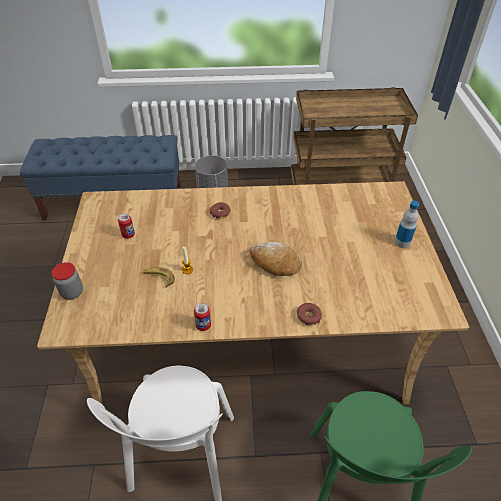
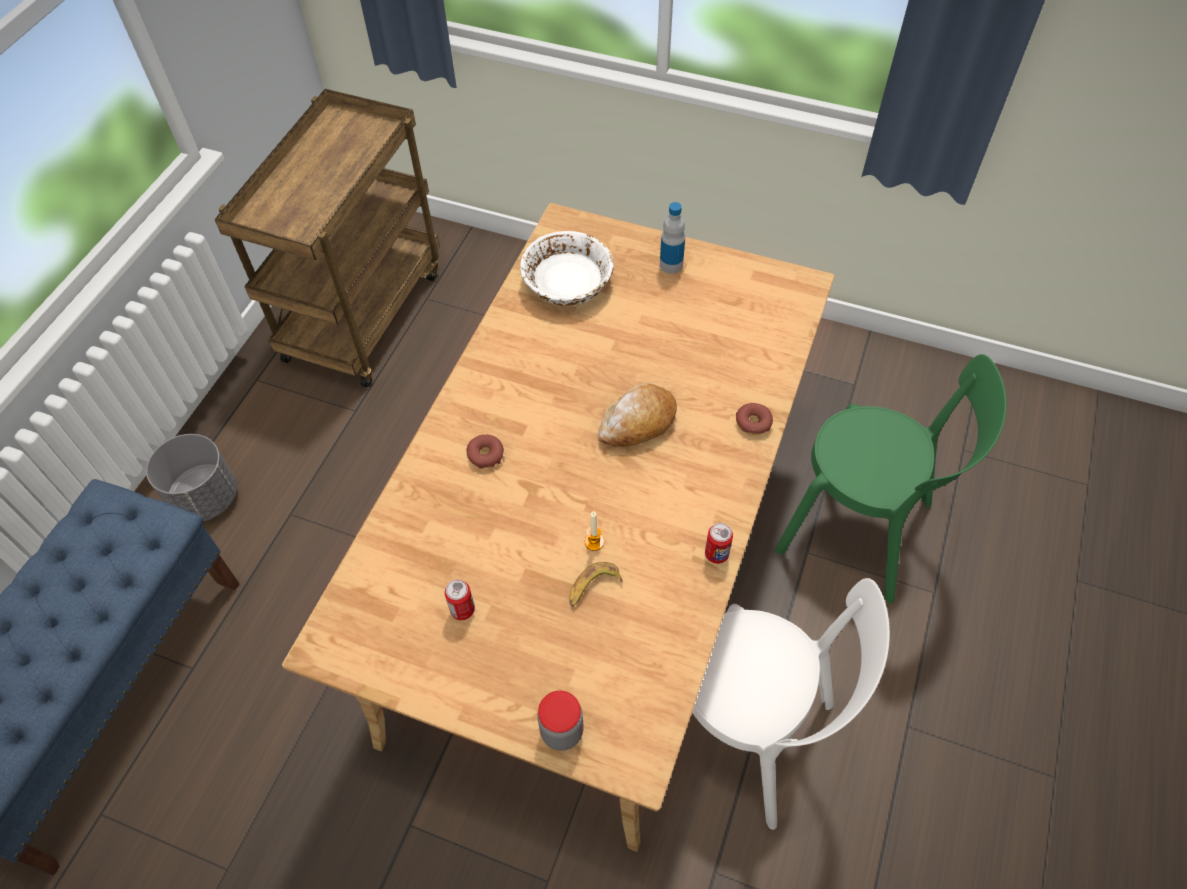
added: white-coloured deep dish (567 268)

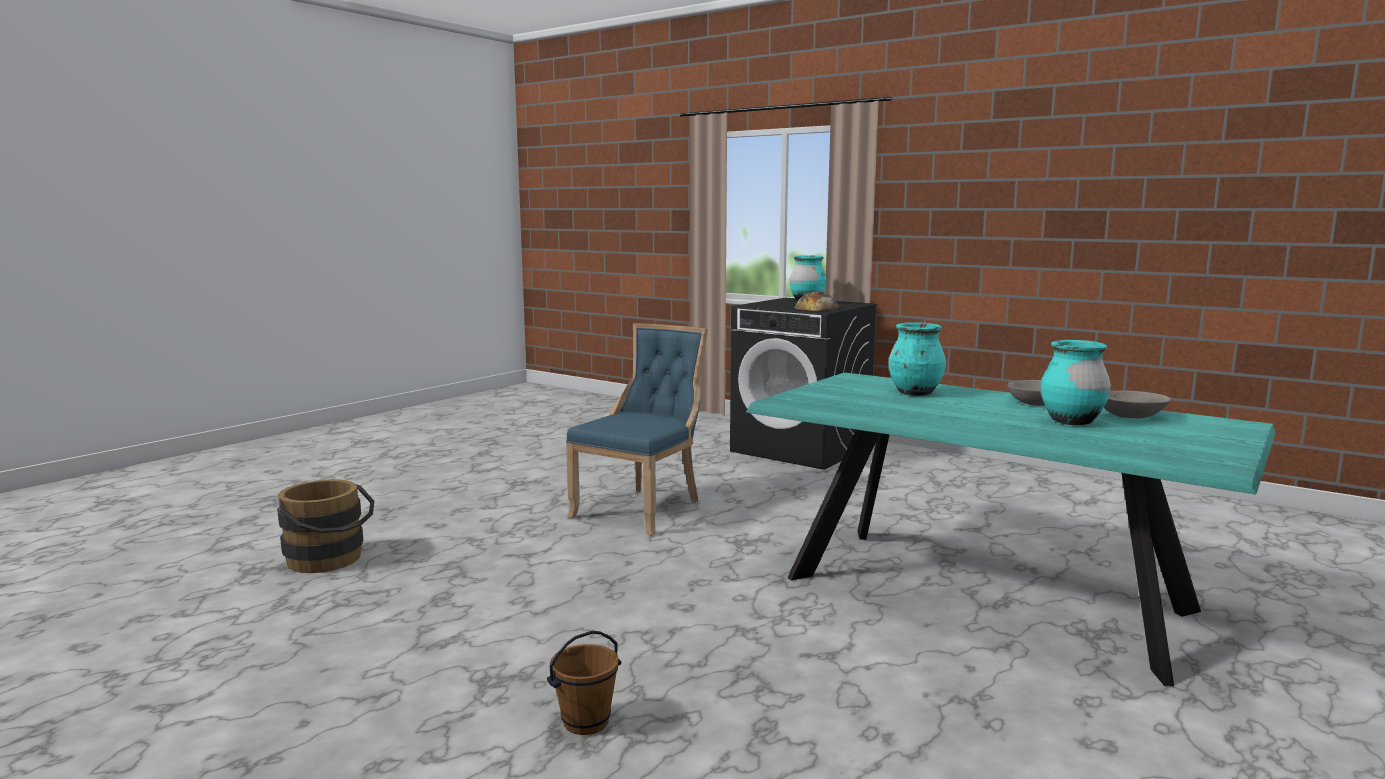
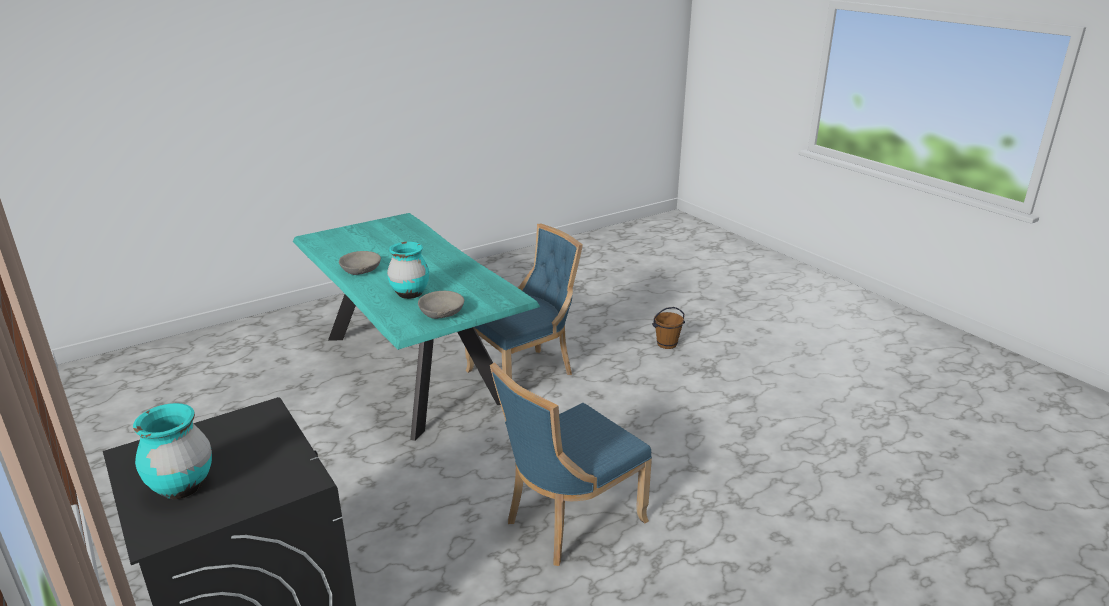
removed: brownish water bucket (325 526); bread (817 301); turquoise-coloured decorative vase (1076 382)
added: blue plain chair (524 301)
moved: grey deep dish (1137 404) to (441 305)

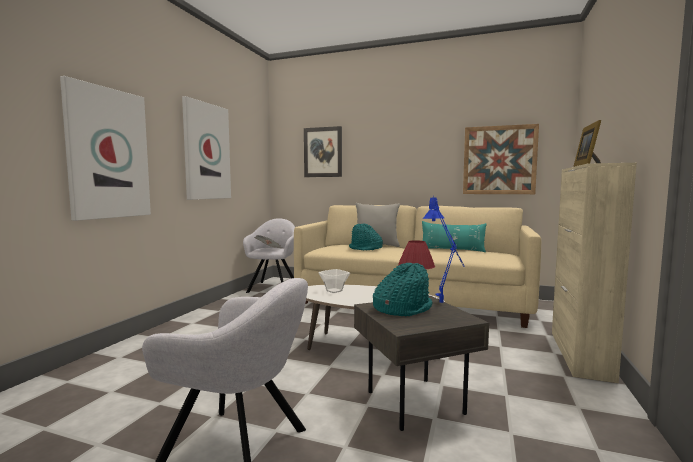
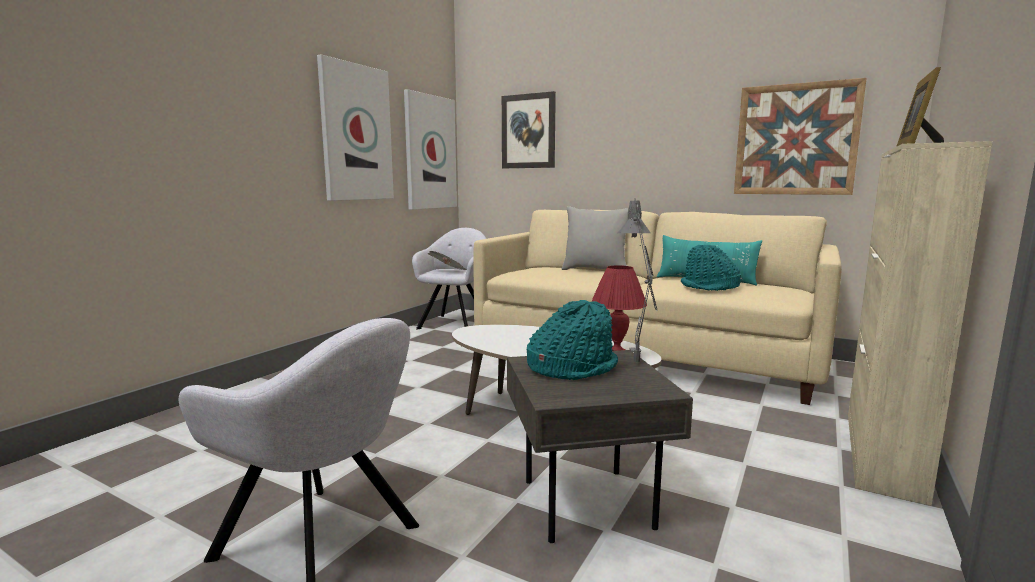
removed: deep dish (334 281)
moved: wall picture (105 148) to (430 149); turquoise-coloured wearable hat (366 237) to (711 268)
recoloured: blue tabletop lamp (444 249) to grey tabletop lamp (637 280)

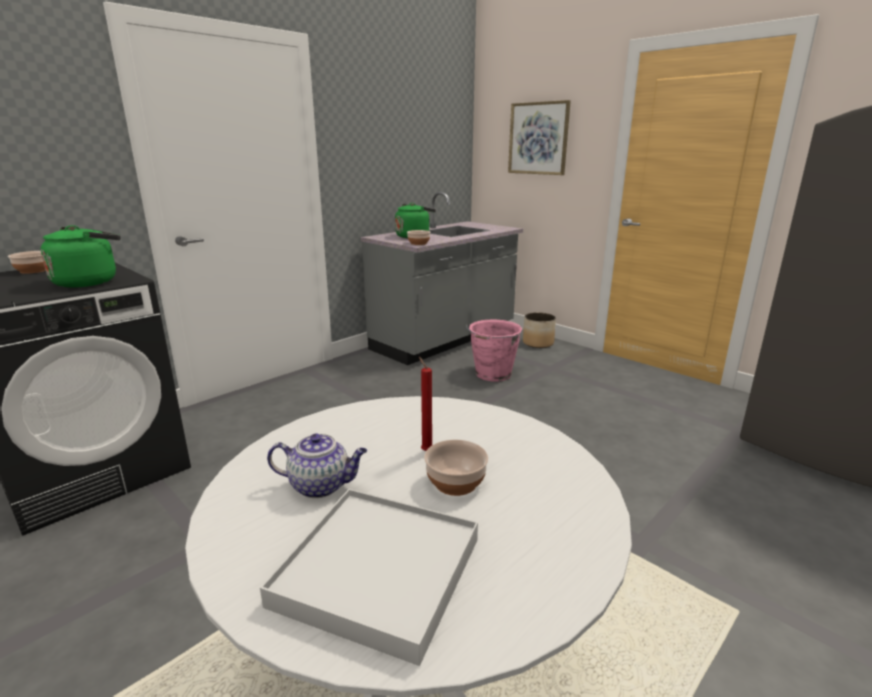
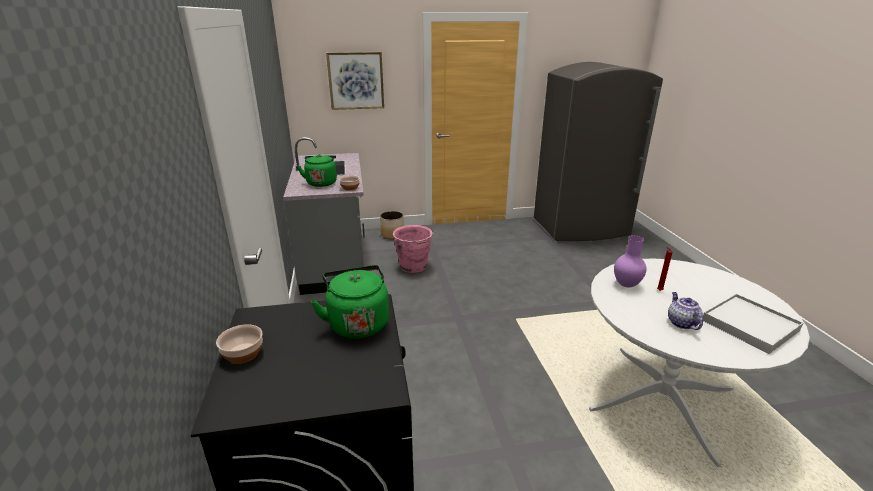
removed: deep dish (456 468)
added: purplish decorative vase (630 261)
turned: tea pot (317 466) = (685 311) 45 degrees counterclockwise

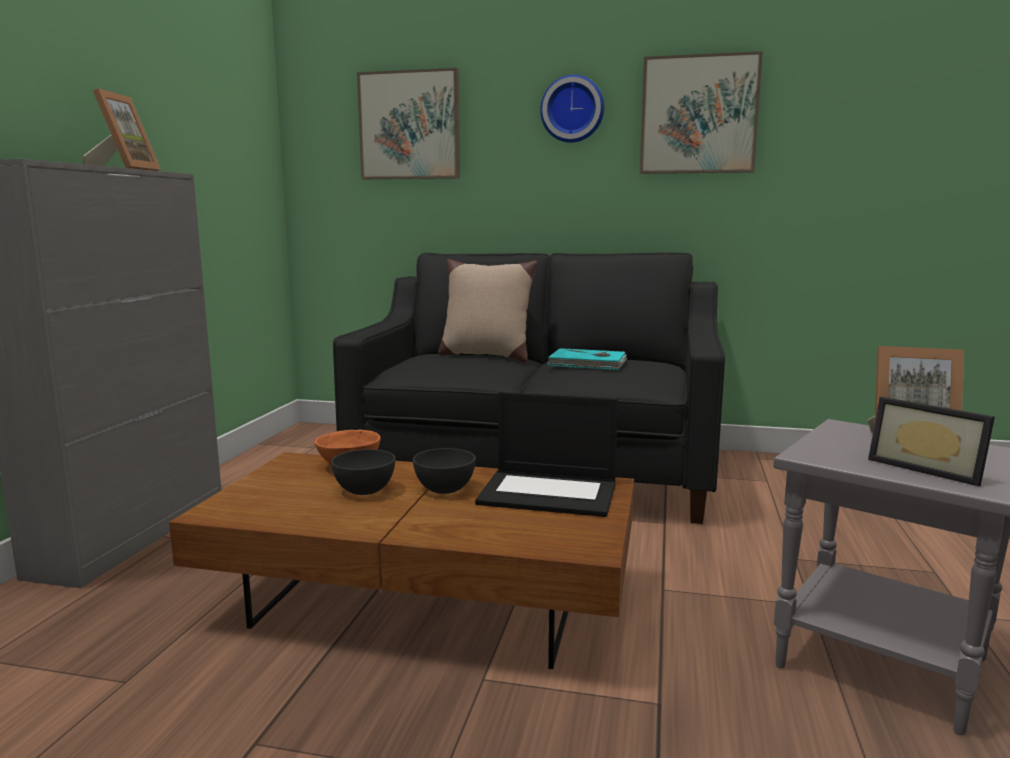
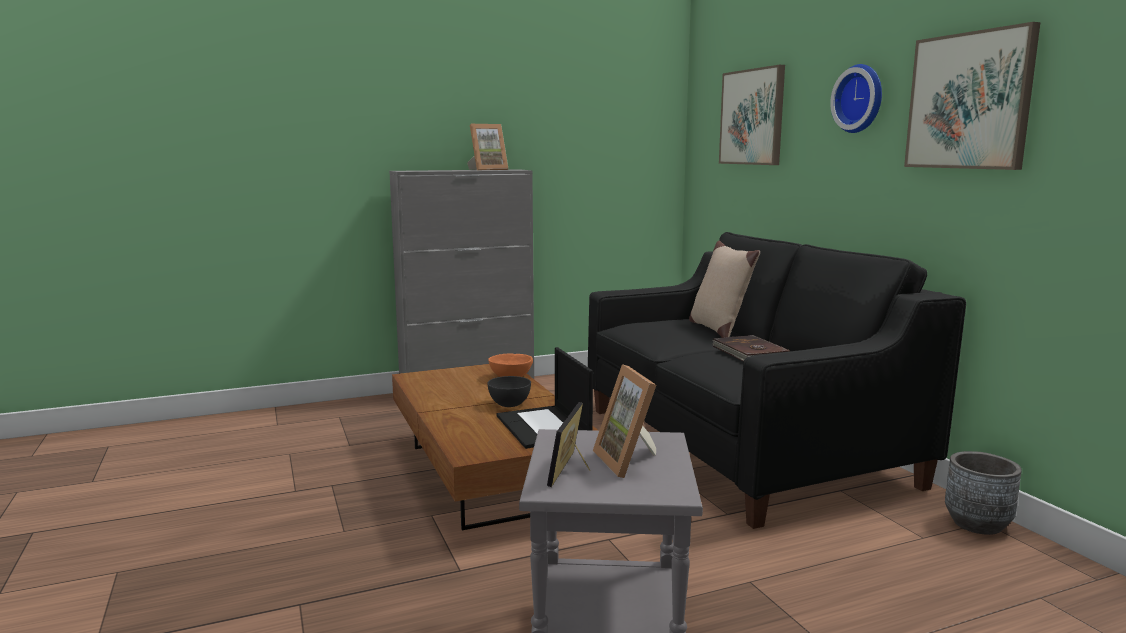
removed: grey deep dish (363 472)
added: grey planter (983 493)
recoloured: turquoise-coloured volume (587 359) to brownish volume (751 348)

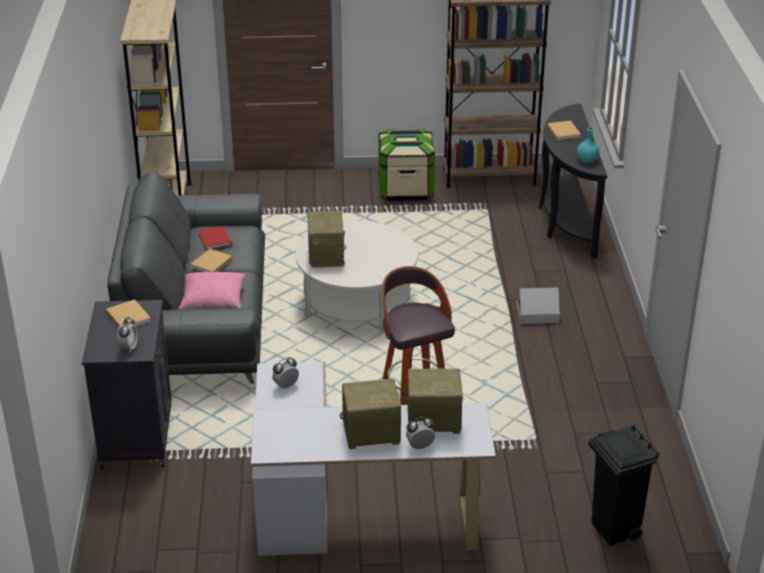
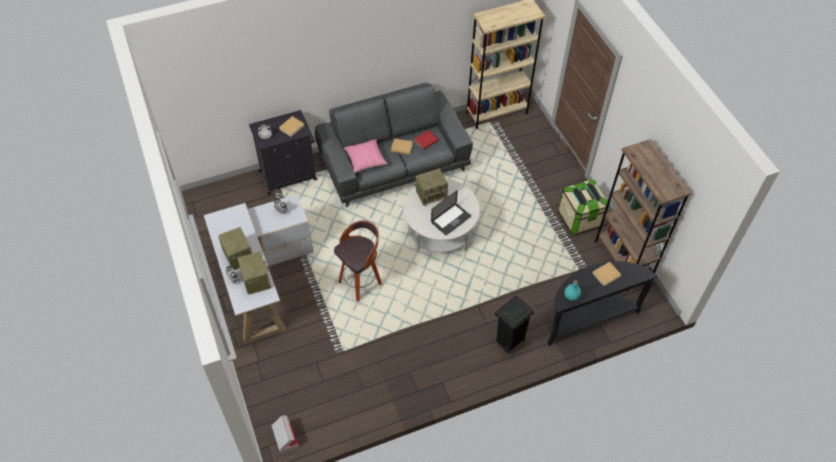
added: notebook computer (451 212)
moved: packing box (538 305) to (285 434); blackish trash can (624 485) to (515 325)

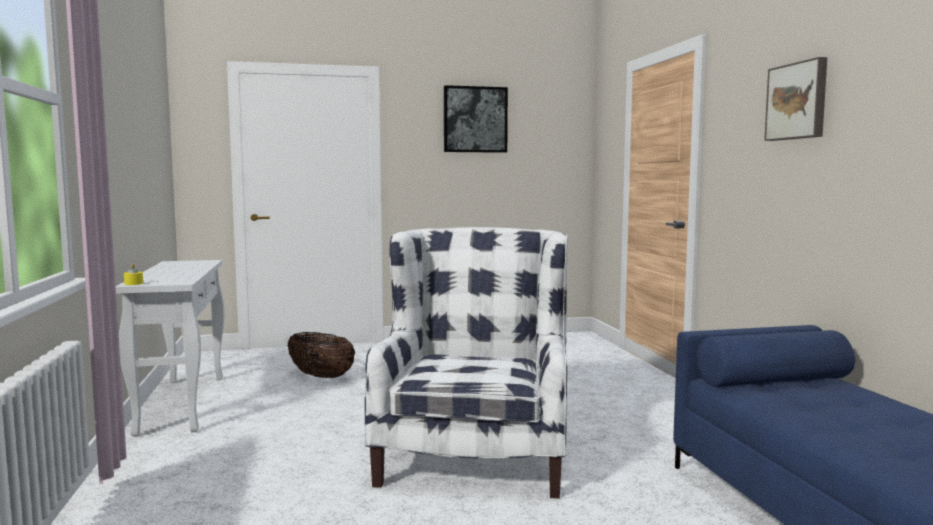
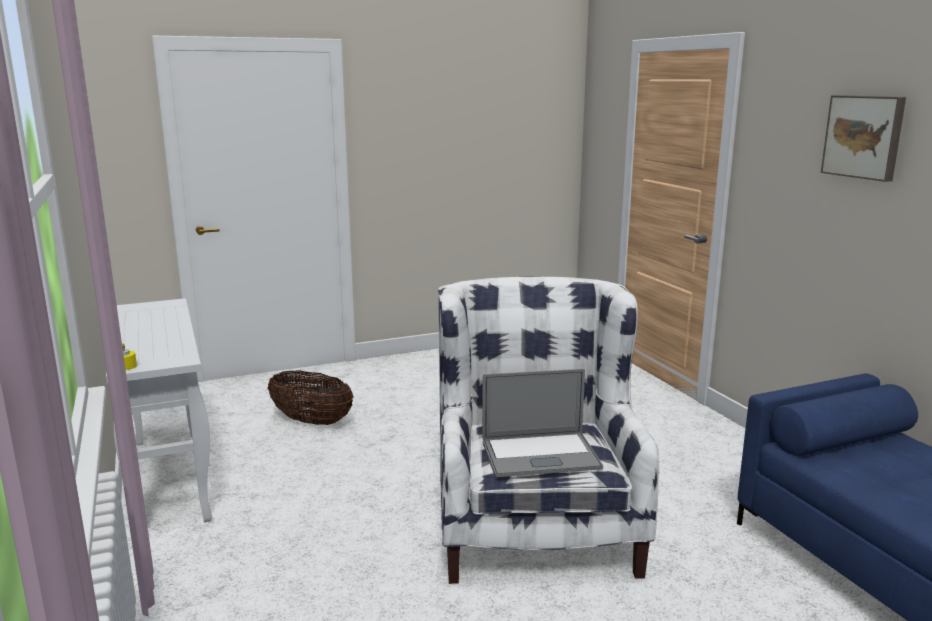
removed: wall picture (476 119)
added: notebook computer (542 423)

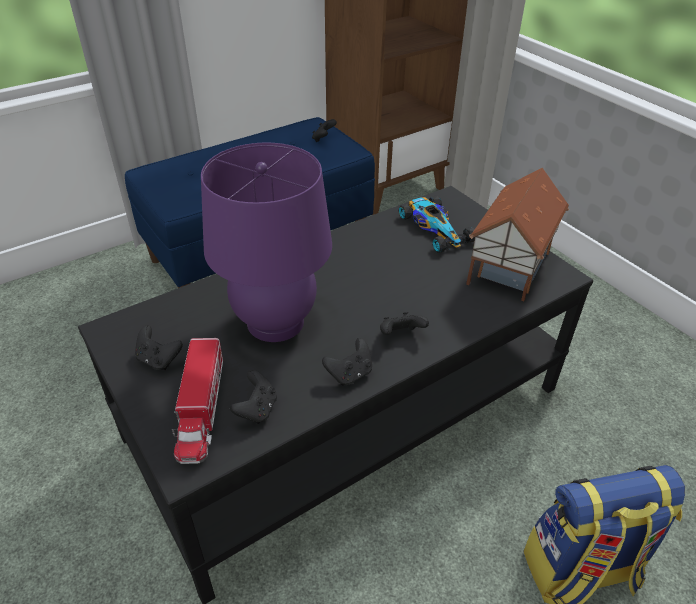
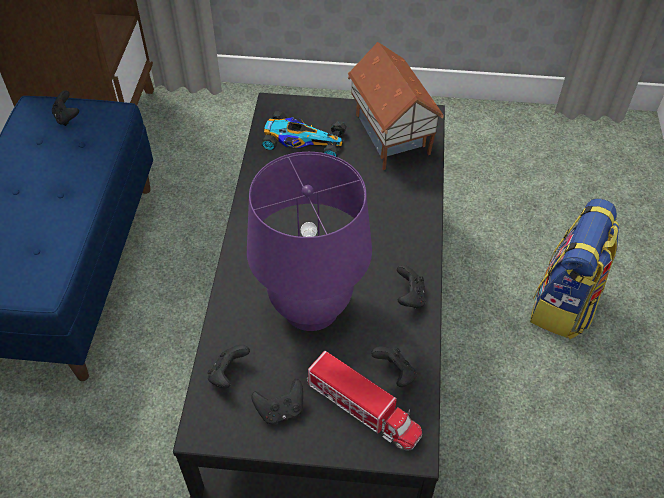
moved: blackish gamepad (404 323) to (229 366)

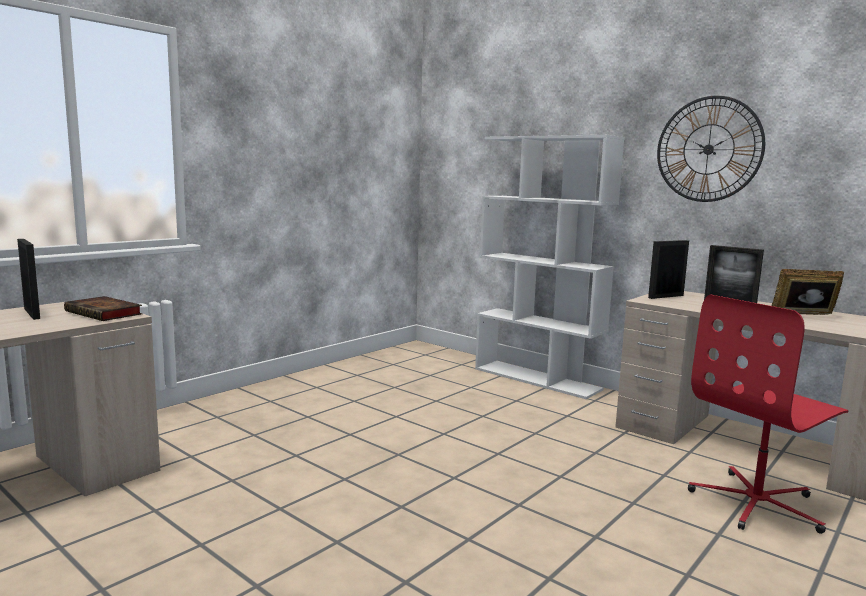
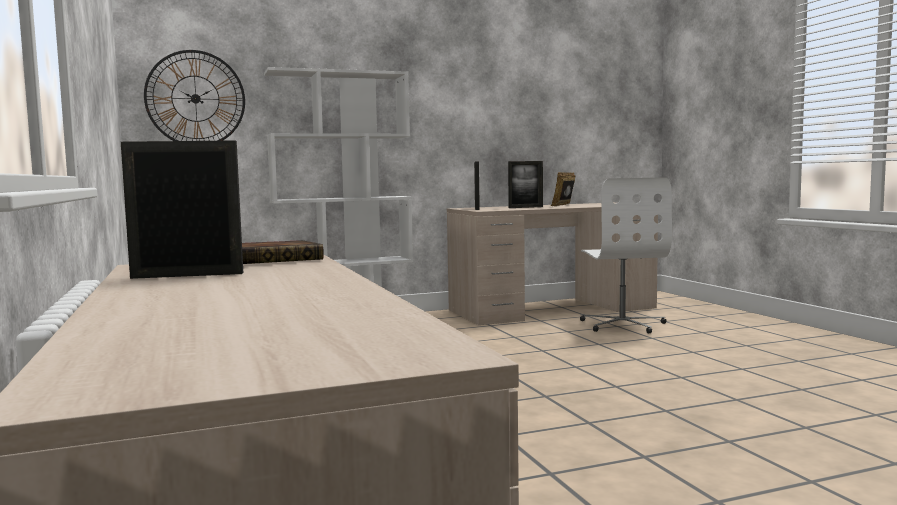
moved: hanging clock (711 149) to (194 95)
recoloured: reddish computer chair (768 414) to white-coloured computer chair (626 255)

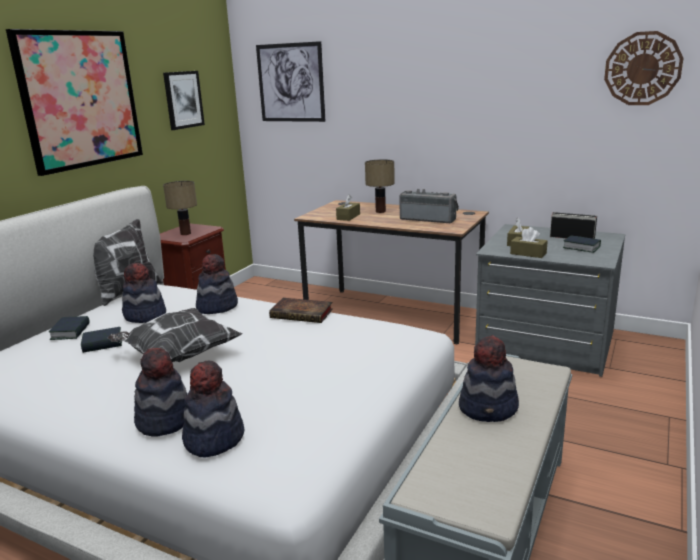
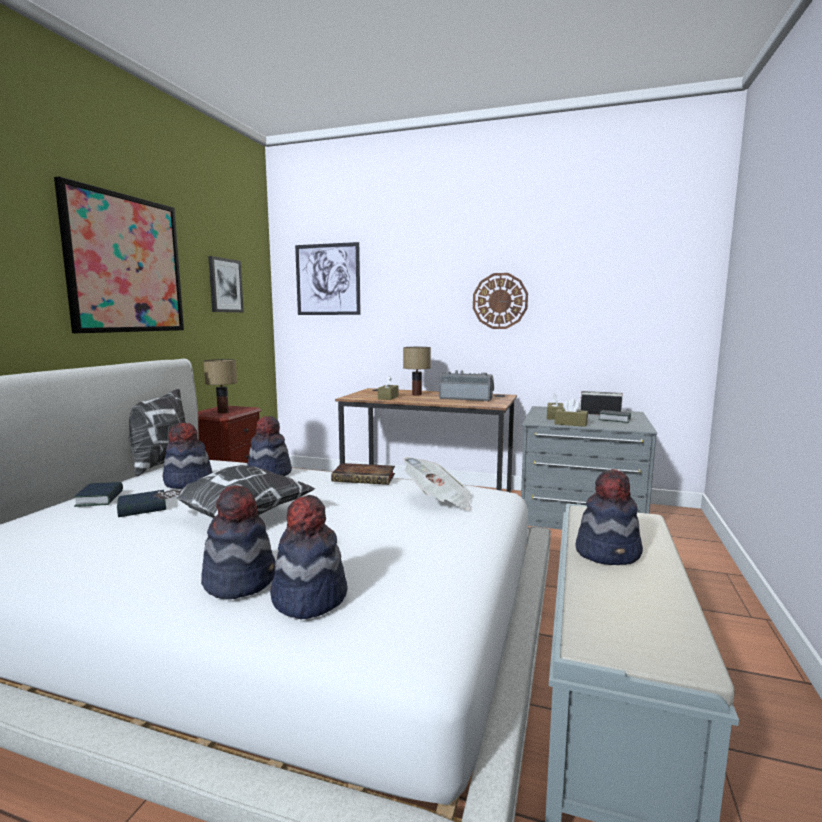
added: newspaper (437 483)
moved: hanging clock (643 68) to (500 301)

